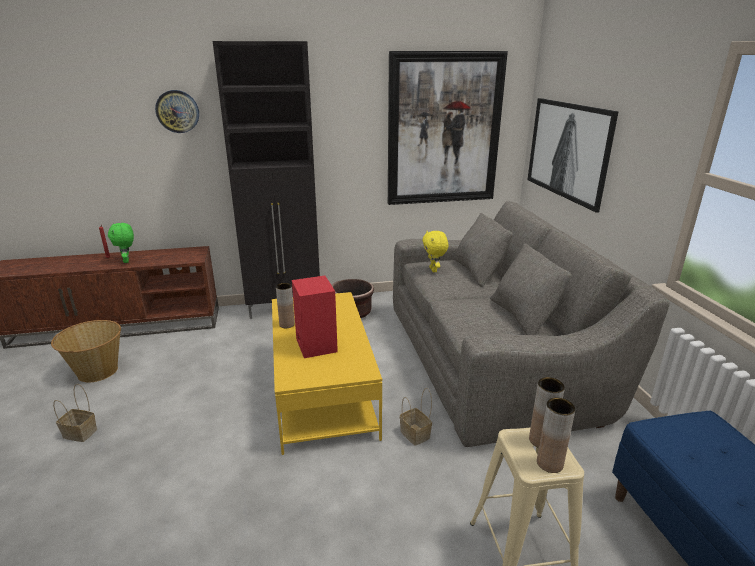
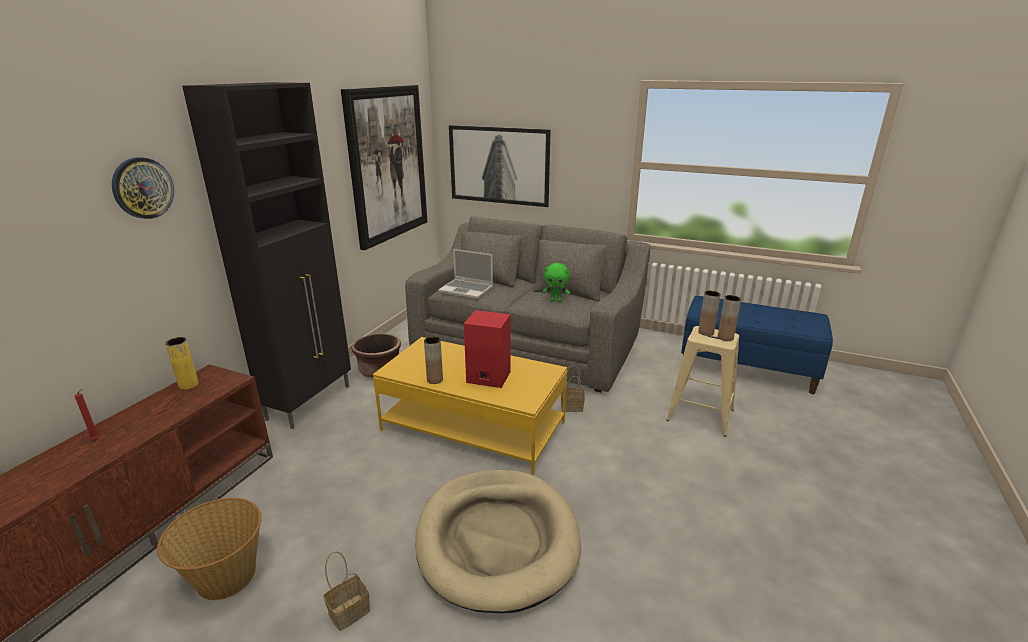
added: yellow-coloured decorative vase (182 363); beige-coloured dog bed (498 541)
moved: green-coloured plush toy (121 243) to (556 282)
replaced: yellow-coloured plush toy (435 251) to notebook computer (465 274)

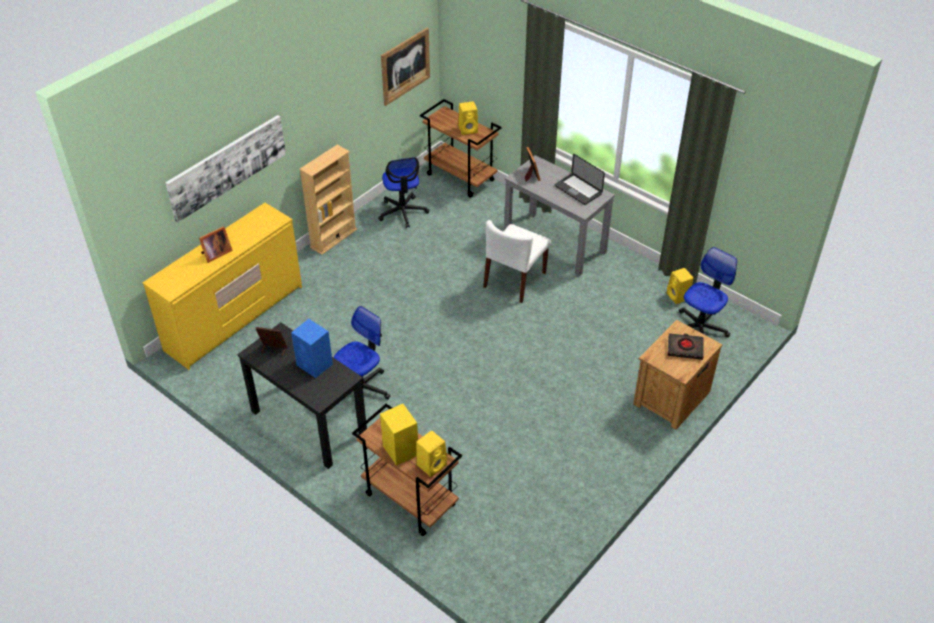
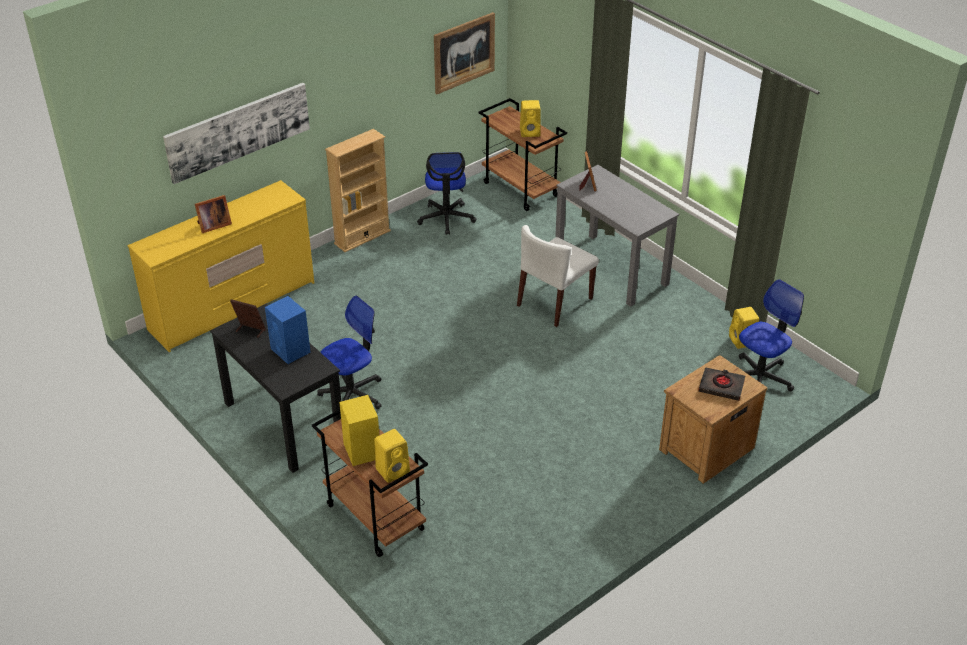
removed: notebook computer (580 179)

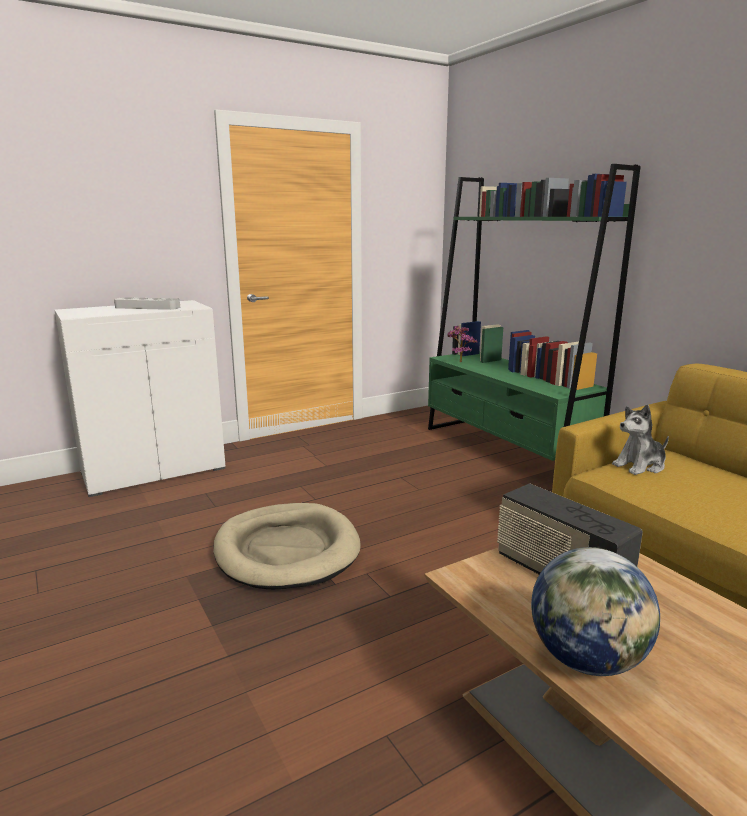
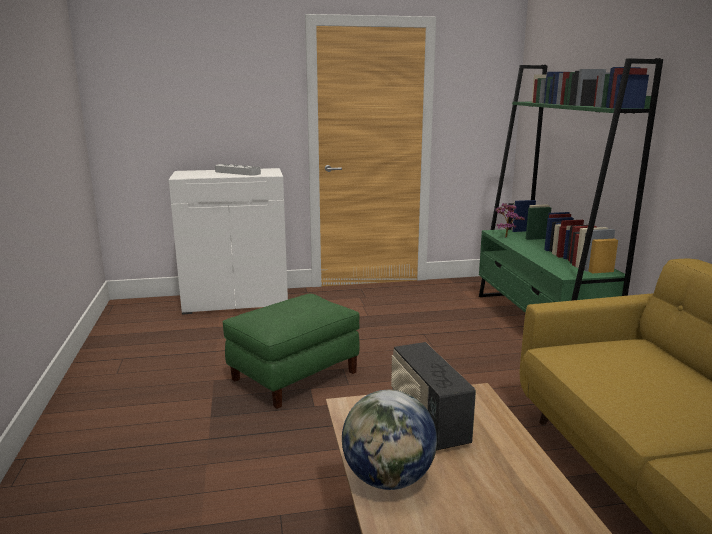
removed: plush toy (640 439)
replaced: beige-coloured dog bed (287 546) to green-coloured footrest (291 351)

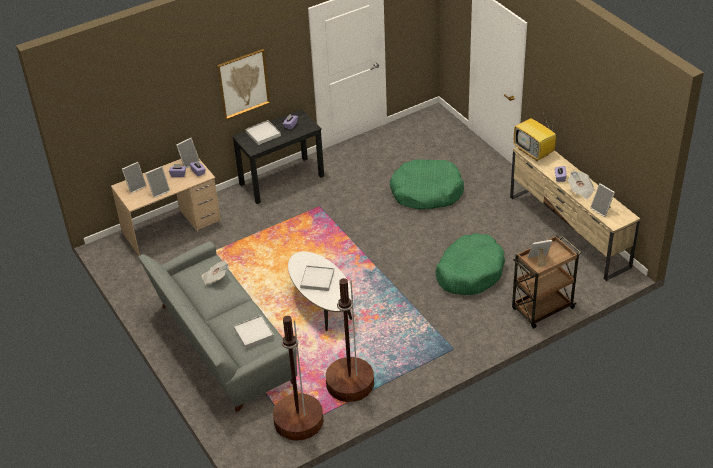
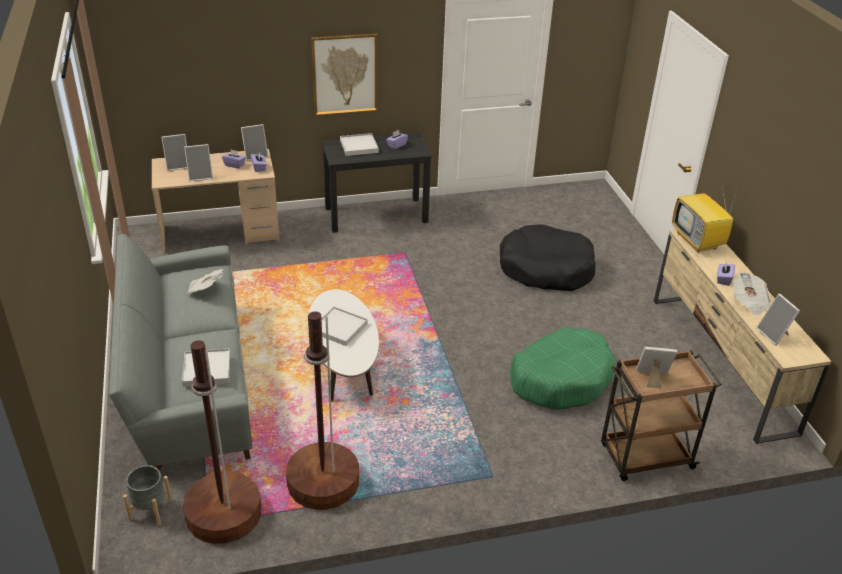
added: grey planter (147 495)
recoloured: green-coloured dog bed (427 184) to blackish dog bed (548 257)

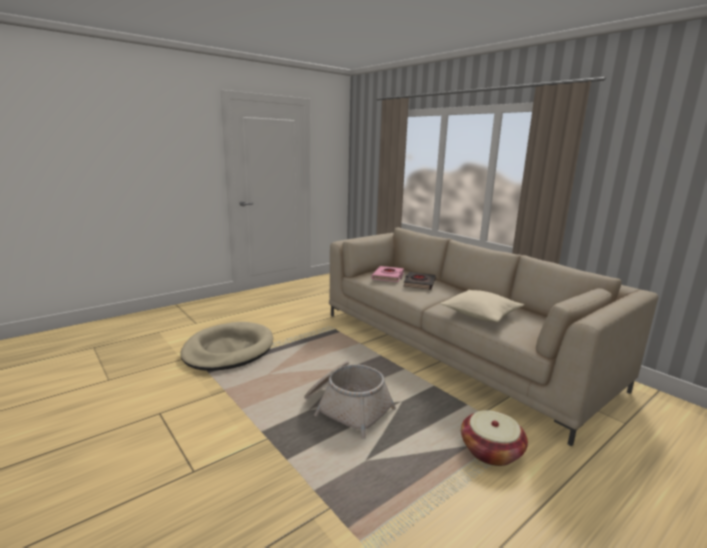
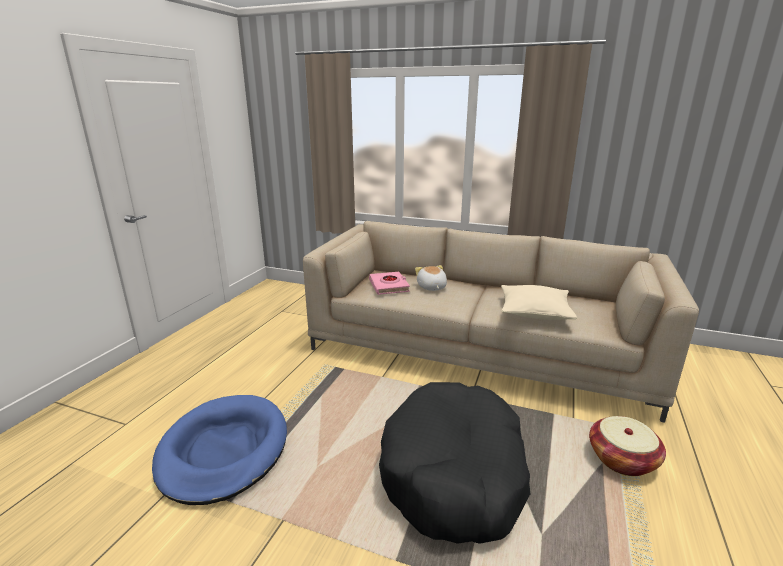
replaced: household basket (350 400) to blackish dog bed (454 463); blackish volume (419 281) to plush toy (431 278)
recoloured: beige-coloured dog bed (226 346) to blue dog bed (219 450)

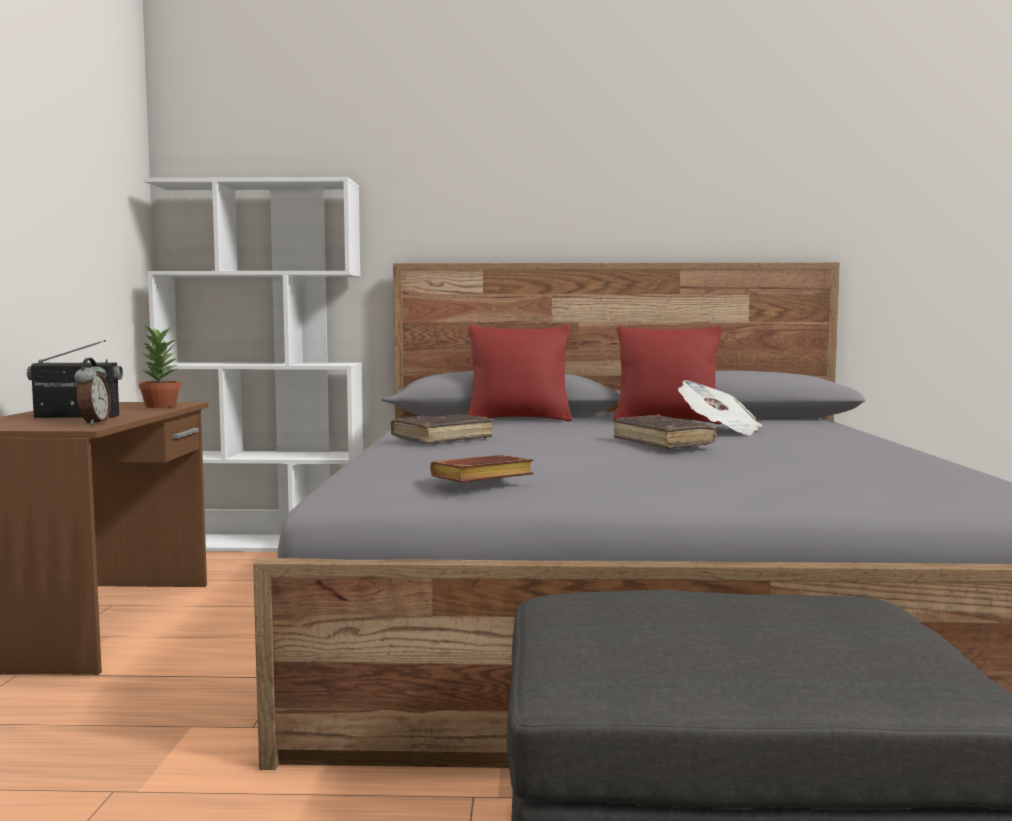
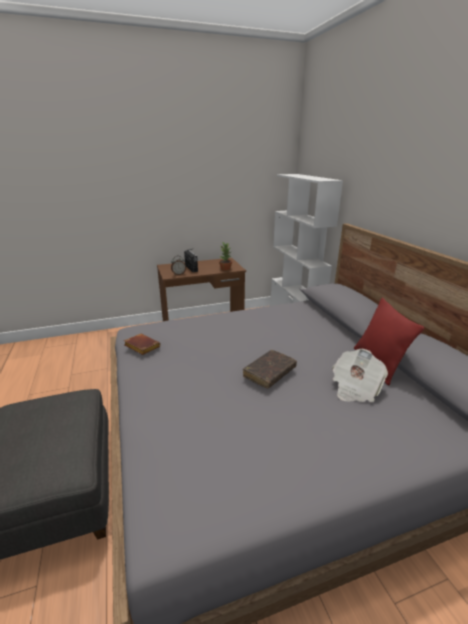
removed: brownish volume (441 429); reddish pillow (520 373)

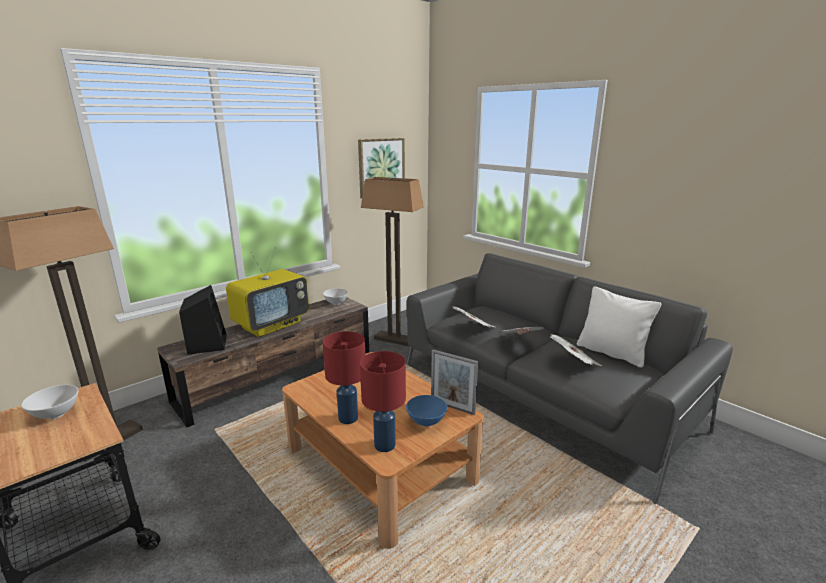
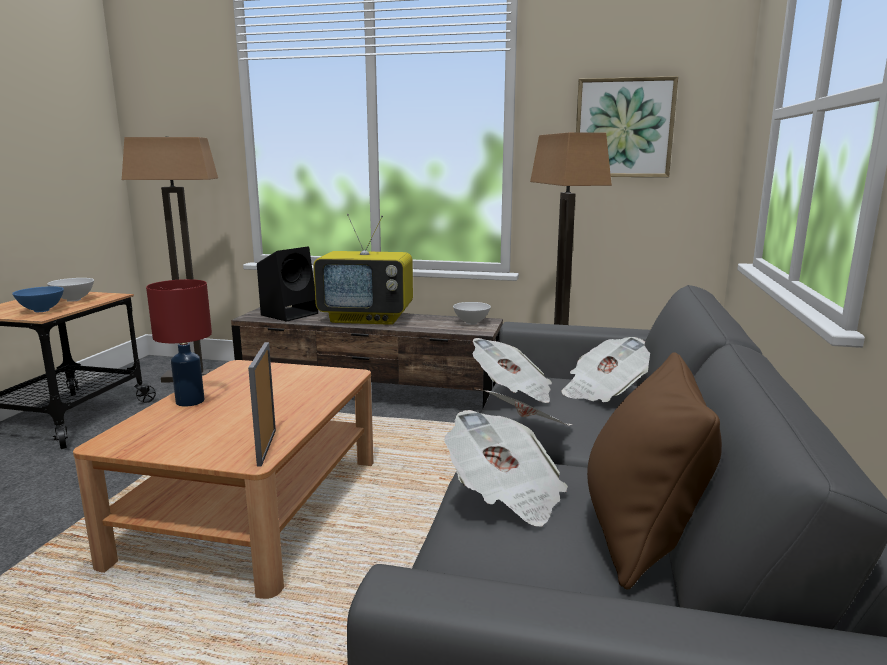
removed: reddish tabletop lamp (383 401)
added: newspaper (605 369)
moved: blue deep dish (426 410) to (38 299)
recoloured: white-coloured pillow (619 327) to brownish pillow (654 471)

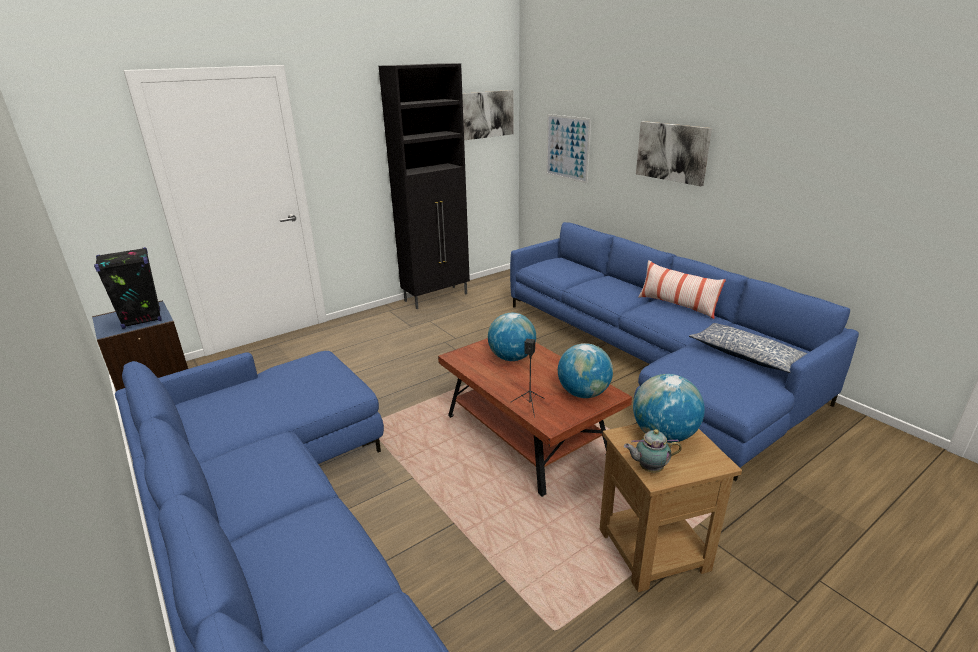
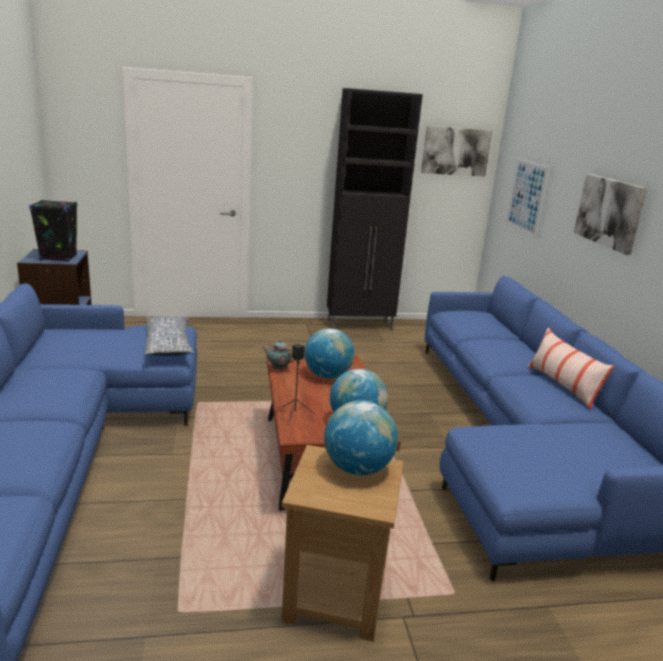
moved: tea pot (653 451) to (279 354); pillow (748 348) to (169 336)

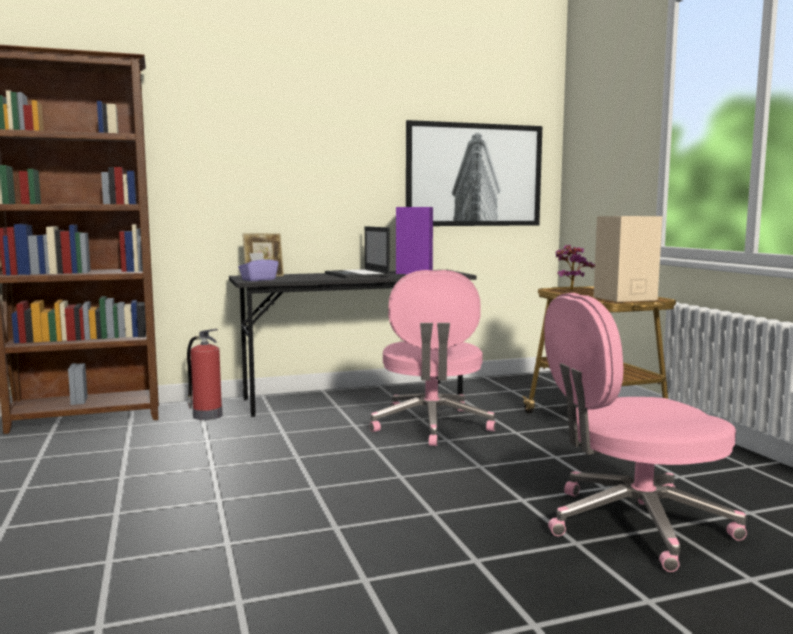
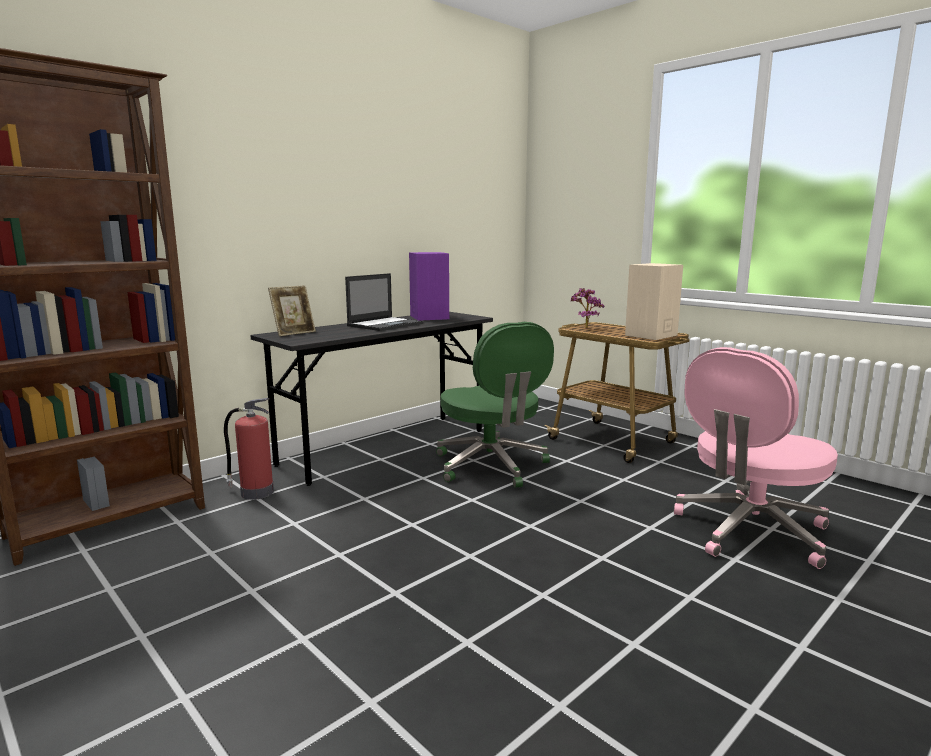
removed: purplish tissue holder (258 266); wall picture (474 173)
recoloured: pinkish computer chair (433 358) to green-coloured computer chair (495 405)
turned: notebook computer (357 252) = (384 302) 90 degrees counterclockwise

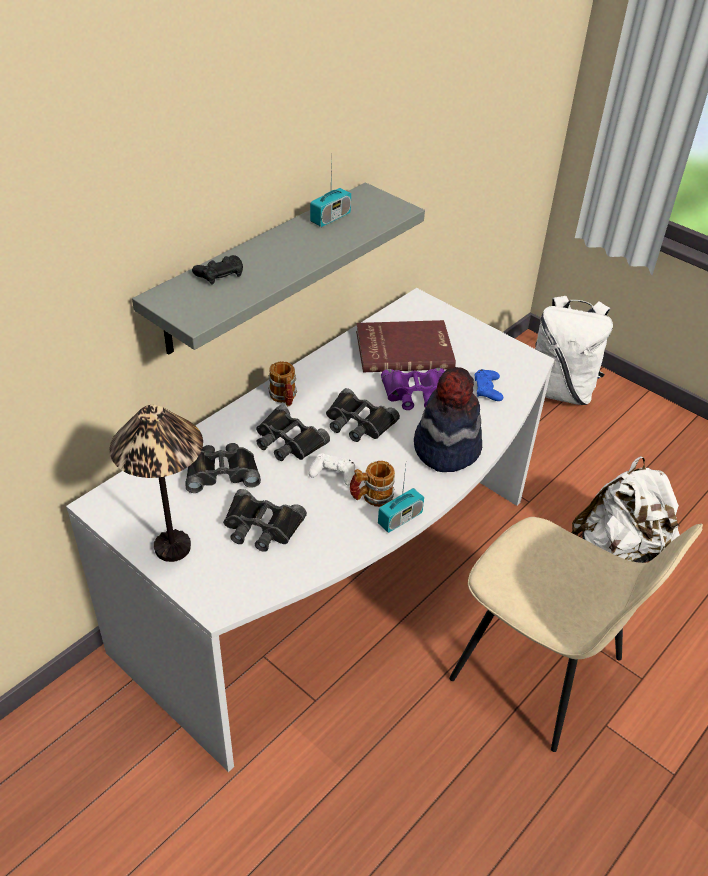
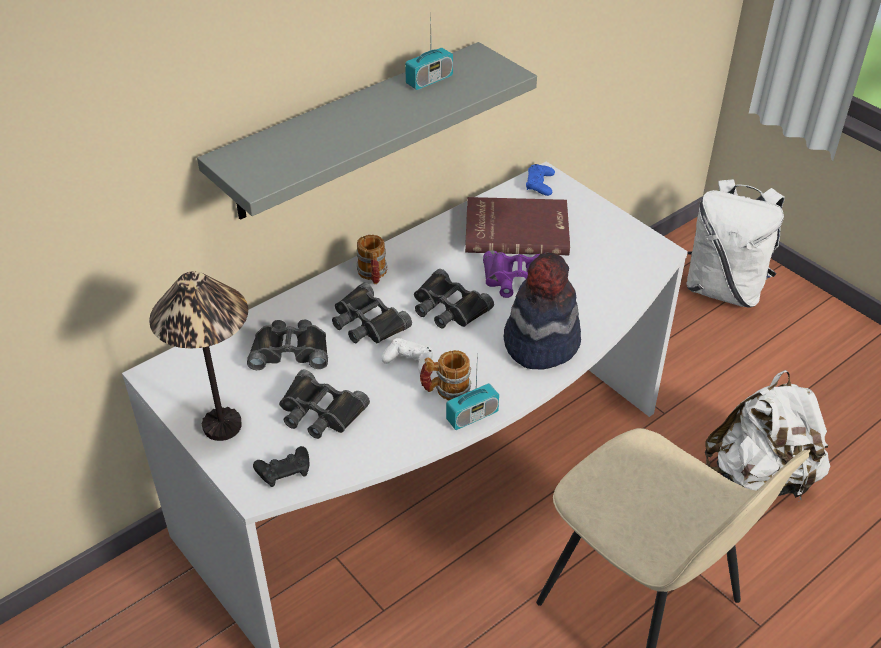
moved: blackish gamepad (217 269) to (281 466); blue gamepad (488 385) to (540 180)

